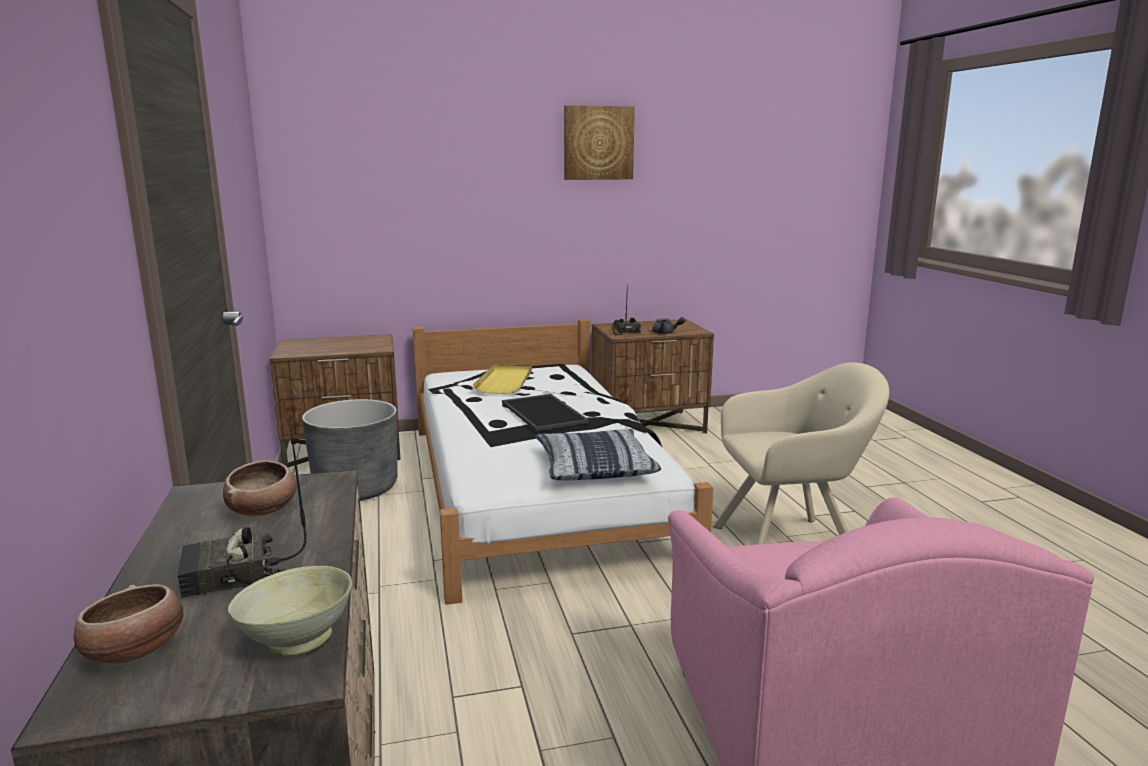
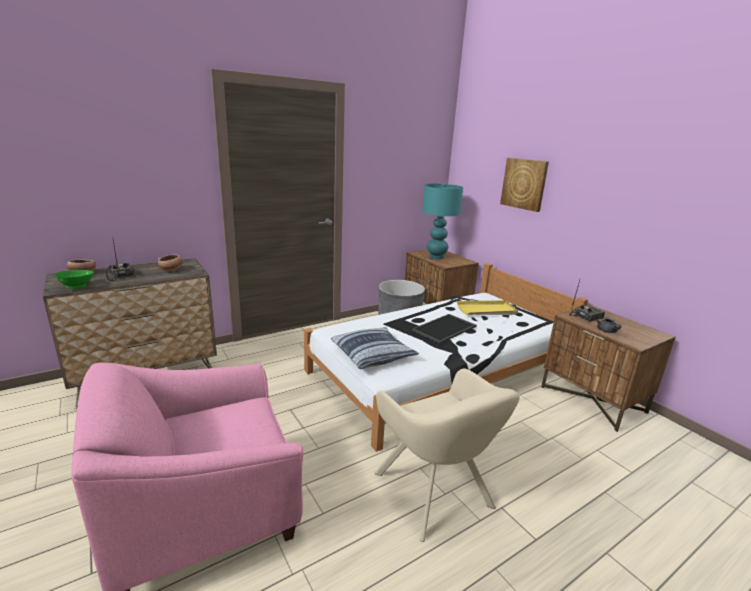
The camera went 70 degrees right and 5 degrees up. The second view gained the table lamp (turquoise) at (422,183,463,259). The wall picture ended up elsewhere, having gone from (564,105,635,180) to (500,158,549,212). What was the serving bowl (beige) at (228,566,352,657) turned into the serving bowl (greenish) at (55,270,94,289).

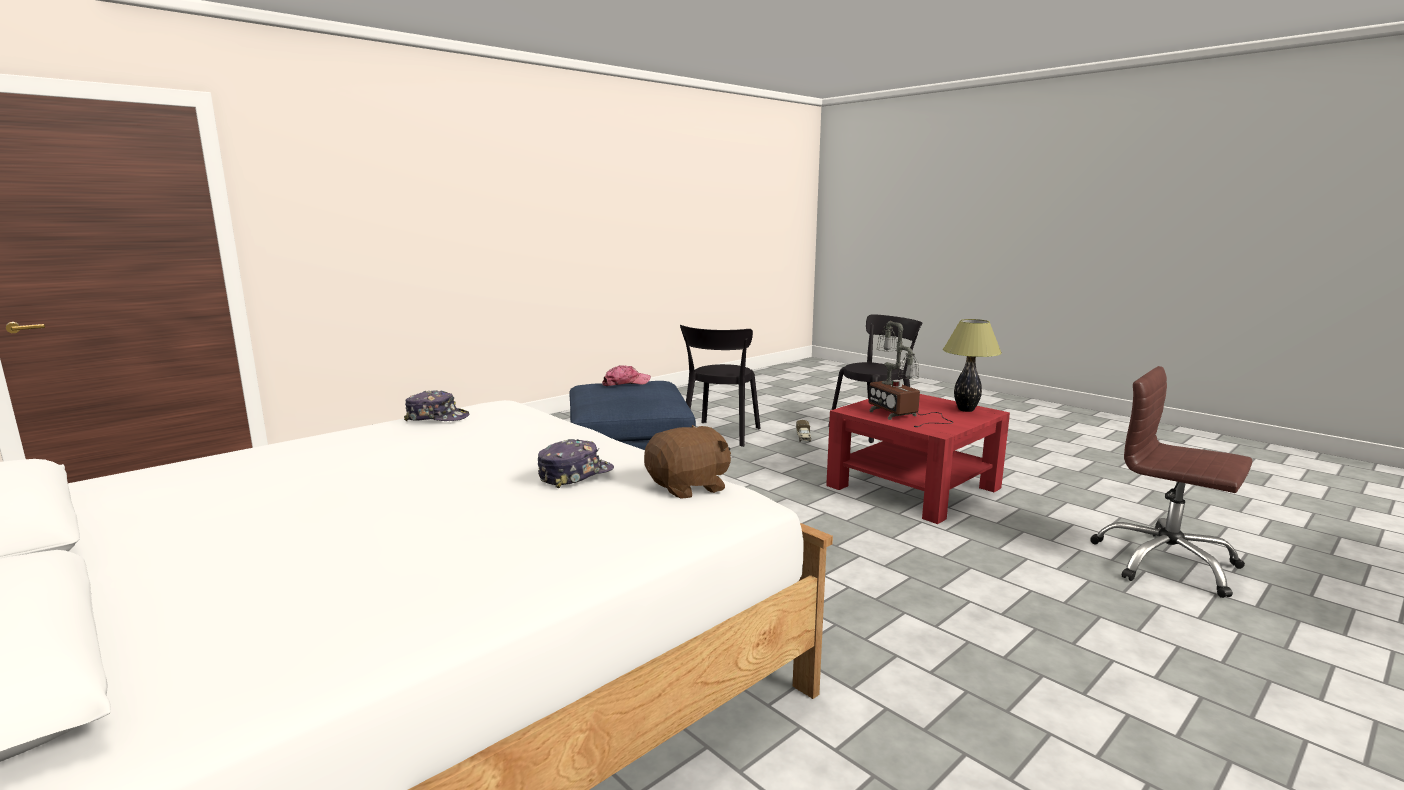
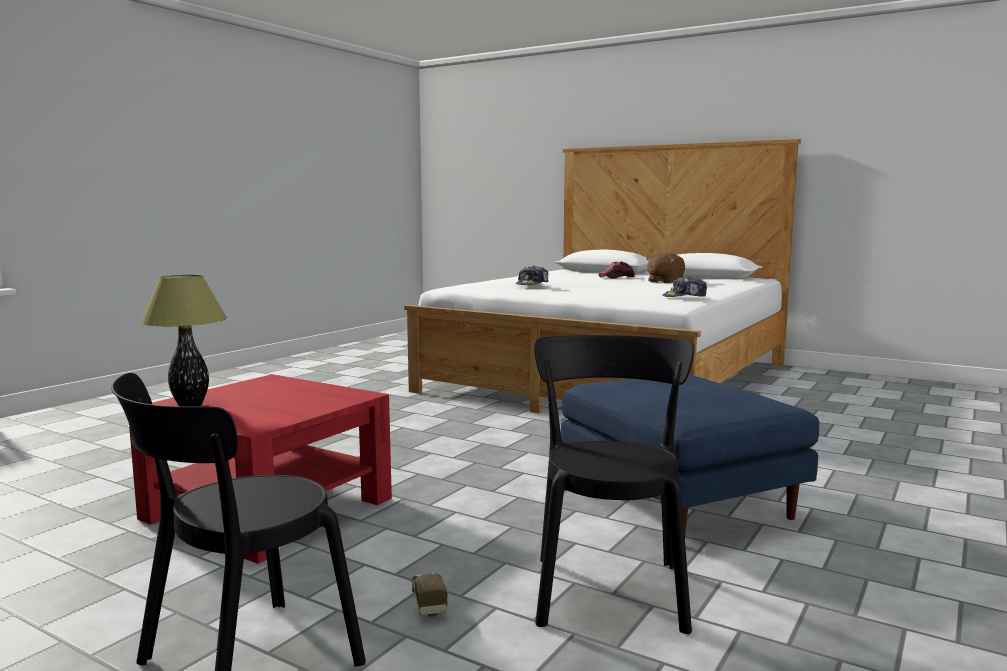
The camera went 165 degrees right and 5 degrees down. The second view lost the table lamp at (869,321,953,427). The second view lost the desk chair (brownish) at (1090,366,1252,598). The peaked cap ended up elsewhere, having gone from (602,365,651,386) to (598,261,635,279). The soft toy (brownish) ended up elsewhere, having gone from (644,425,731,499) to (646,253,685,283).

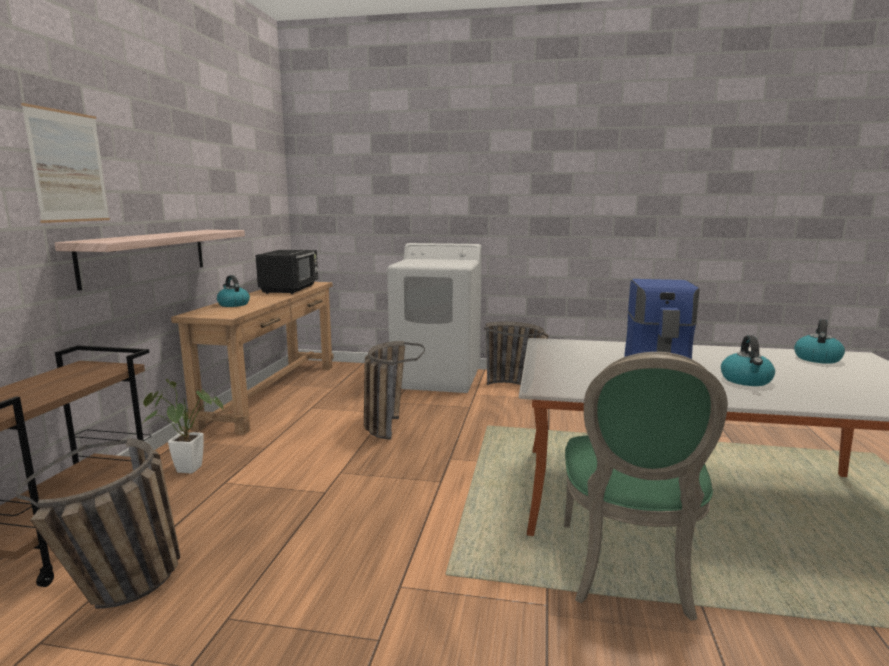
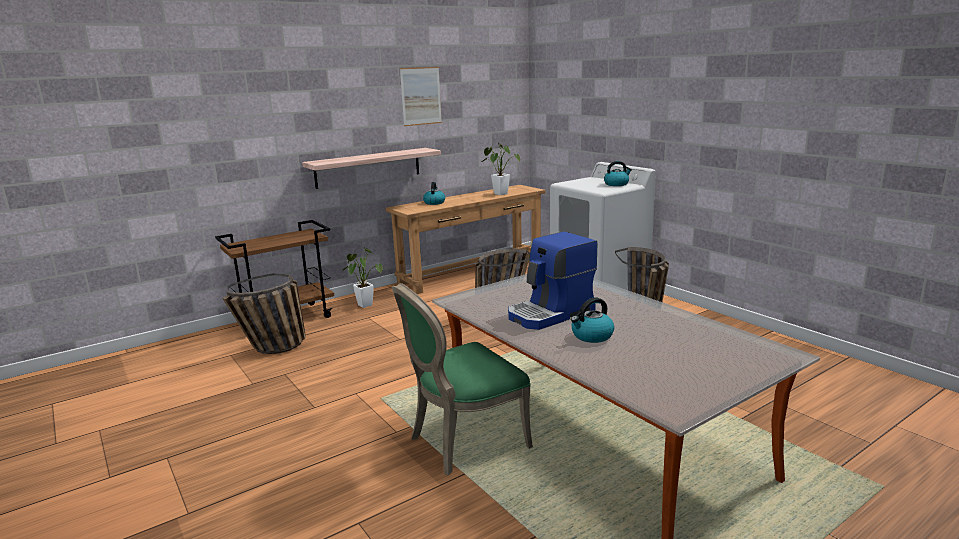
The camera went 45 degrees right and 5 degrees up. The wall picture ended up elsewhere, having gone from (21,103,110,223) to (400,67,442,126). The tea kettle ended up elsewhere, having gone from (794,319,845,364) to (604,161,632,186). Where the kitchen microwave (blackish) stood at (255,250,318,294), the plant in a pot came to stand at (481,143,520,195).

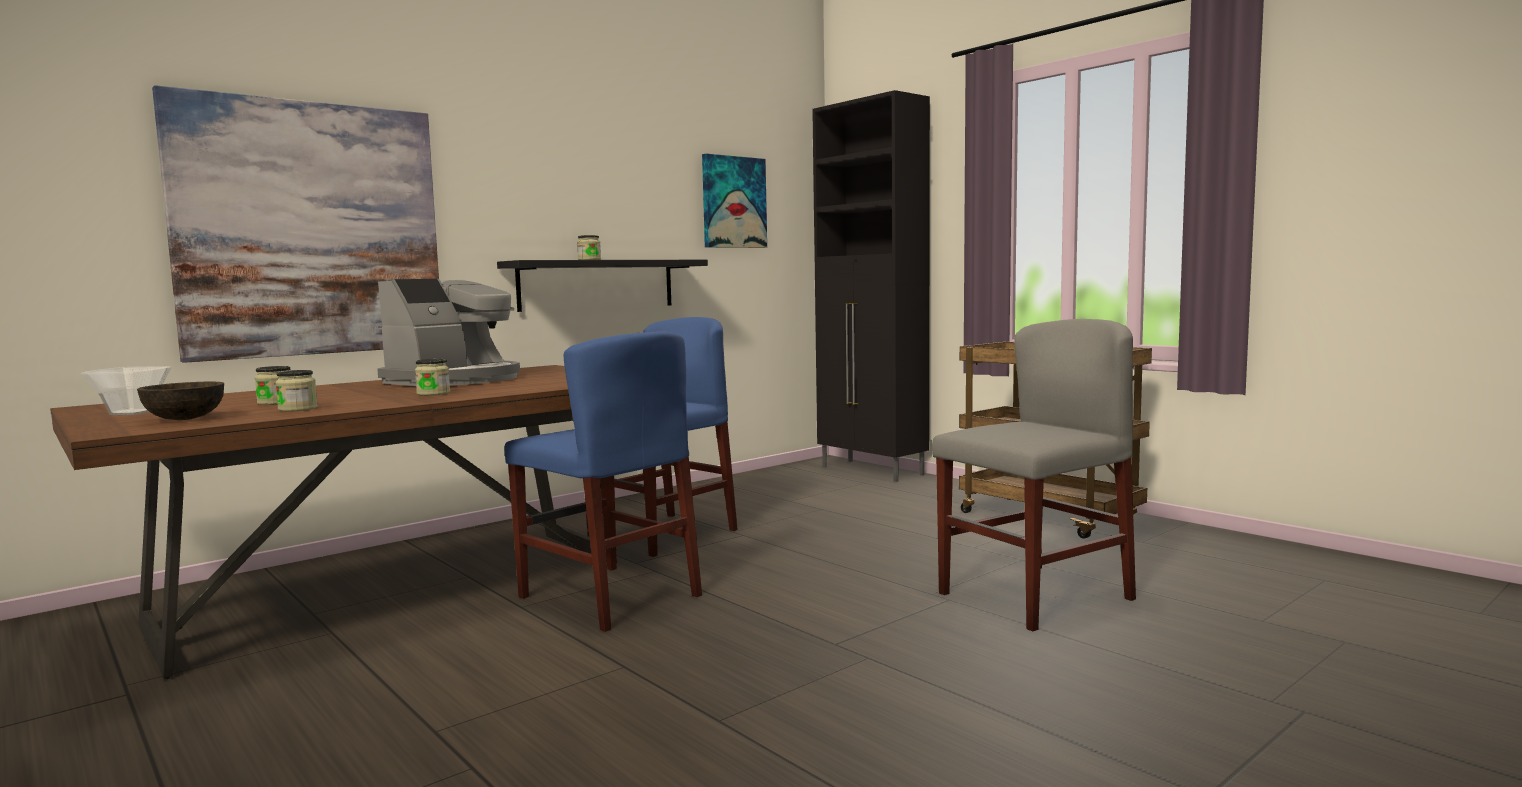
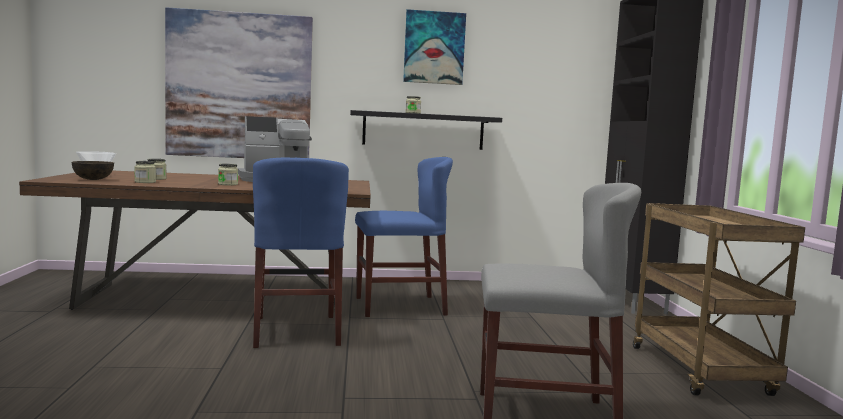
The camera went 35 degrees right and 0 degrees up. The wall picture ended up elsewhere, having gone from (702,154,767,248) to (403,9,466,85).

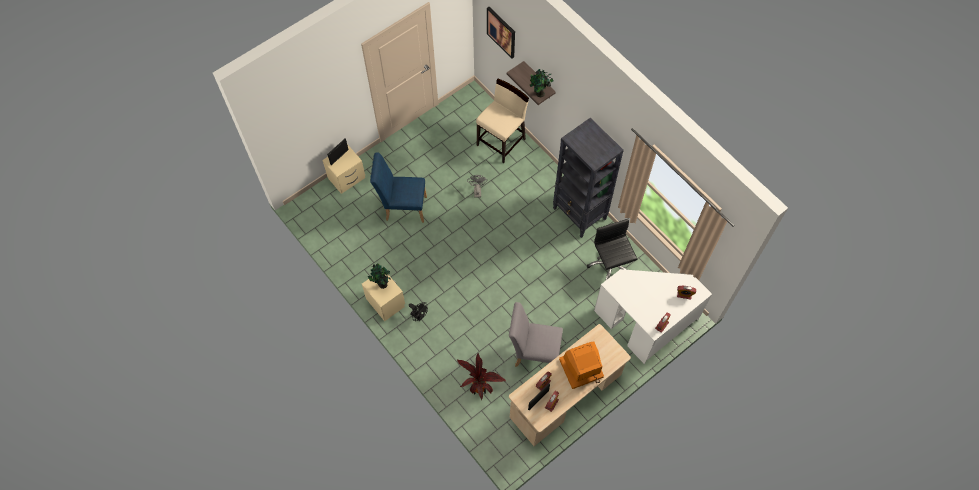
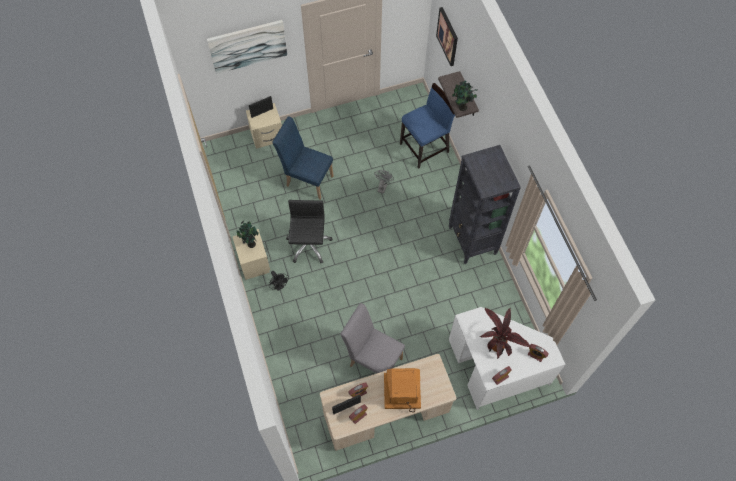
The camera went 20 degrees right and 0 degrees up. The second view gained the wall picture at (207,20,287,74). The plant in a pot ended up elsewhere, having gone from (457,352,507,401) to (480,307,531,359). The desk chair (blackish) ended up elsewhere, having gone from (587,219,637,281) to (286,200,333,263). What was the chair (beige) at (476,78,529,163) turned into the chair (blue-coloured) at (400,83,455,169).

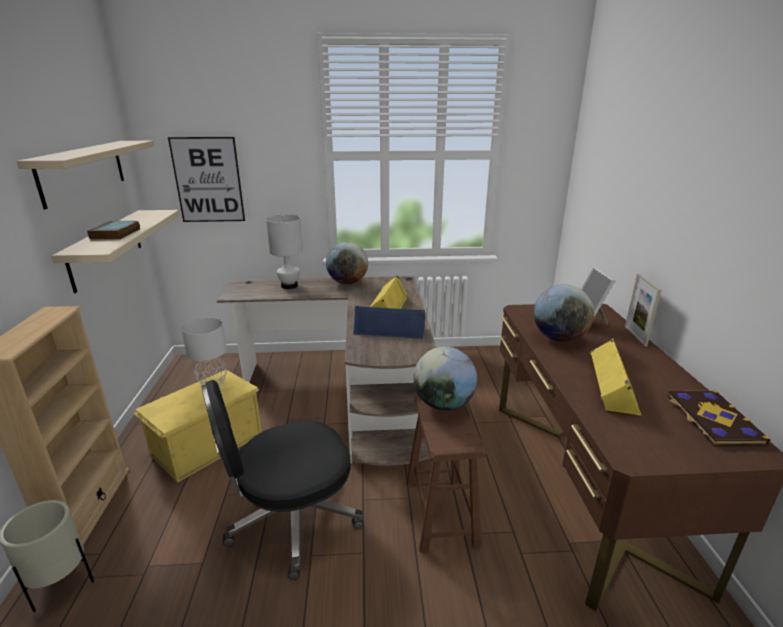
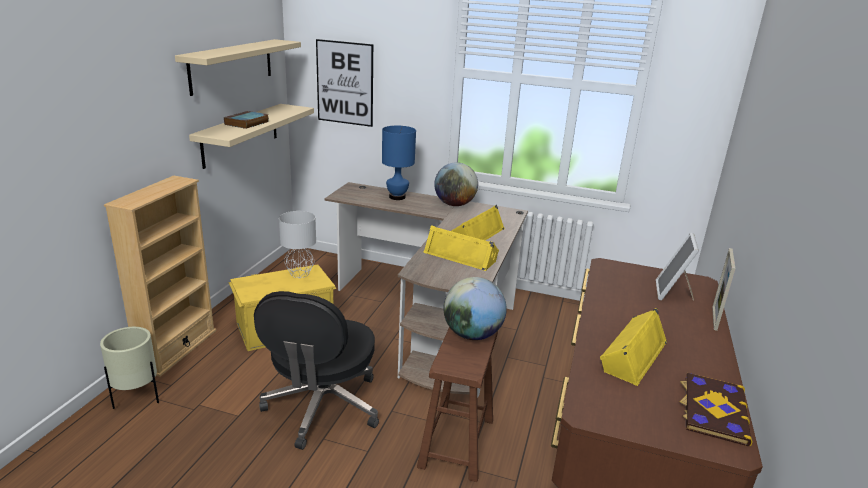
The camera went 20 degrees right and 0 degrees up. The second view lost the world globe at (534,284,594,342). What was the table lamp (white-coloured) at (266,215,303,289) turned into the table lamp (blue-coloured) at (382,126,416,200). What was the audio speaker (blue-coloured) at (353,306,425,339) turned into the audio speaker (yellow-coloured) at (423,225,499,271). The desk chair (blackish) at (202,380,364,580) ended up facing another way, 75 degrees counterclockwise from before.

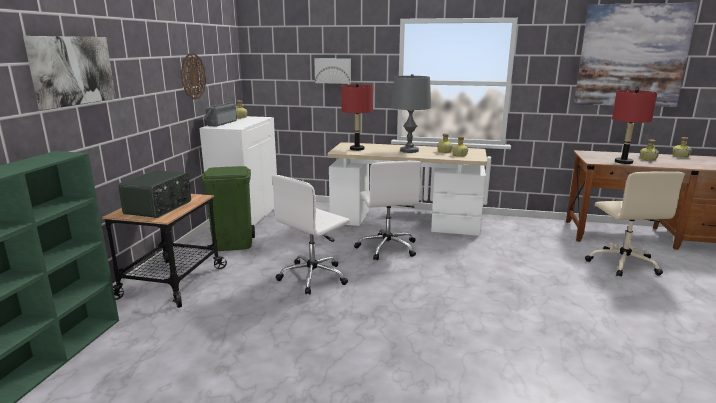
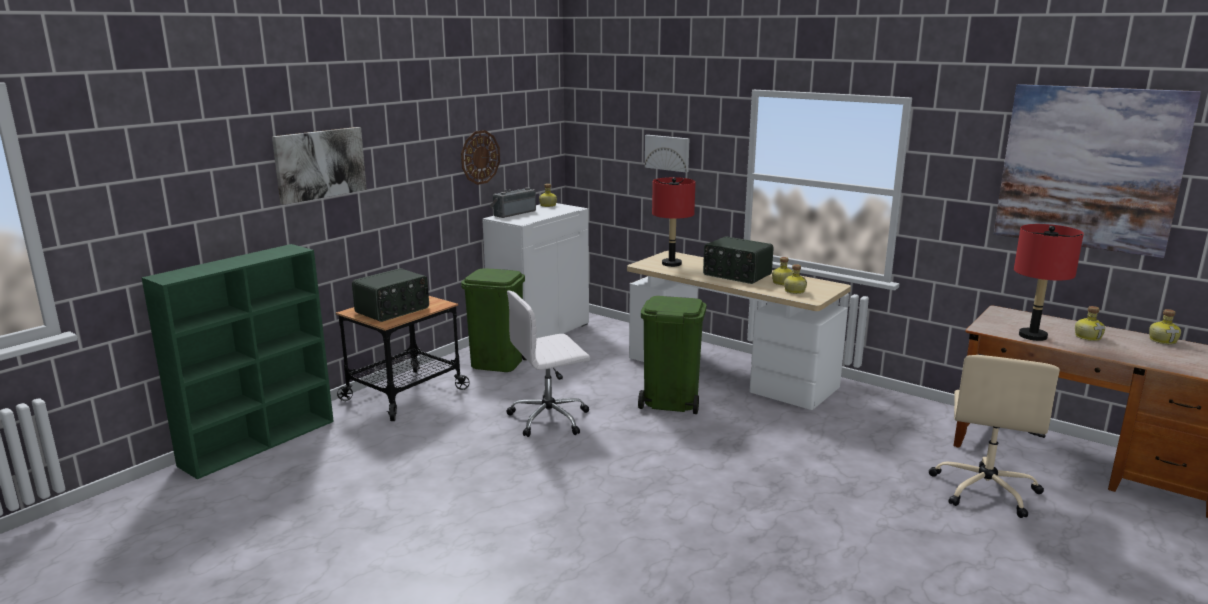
The camera went 25 degrees right and 0 degrees up. Where the desk chair (white-coloured) stood at (354,160,421,260), the waste bin (greenish) came to stand at (638,296,707,414). Where the table lamp (gray) stood at (391,74,431,153), the radio came to stand at (703,236,773,284).

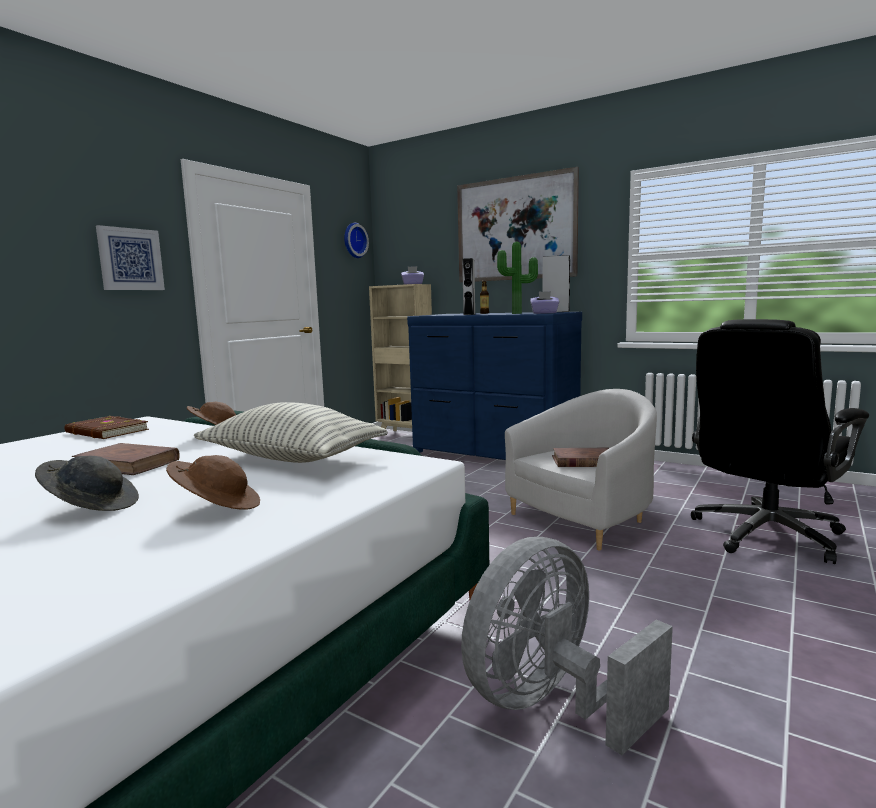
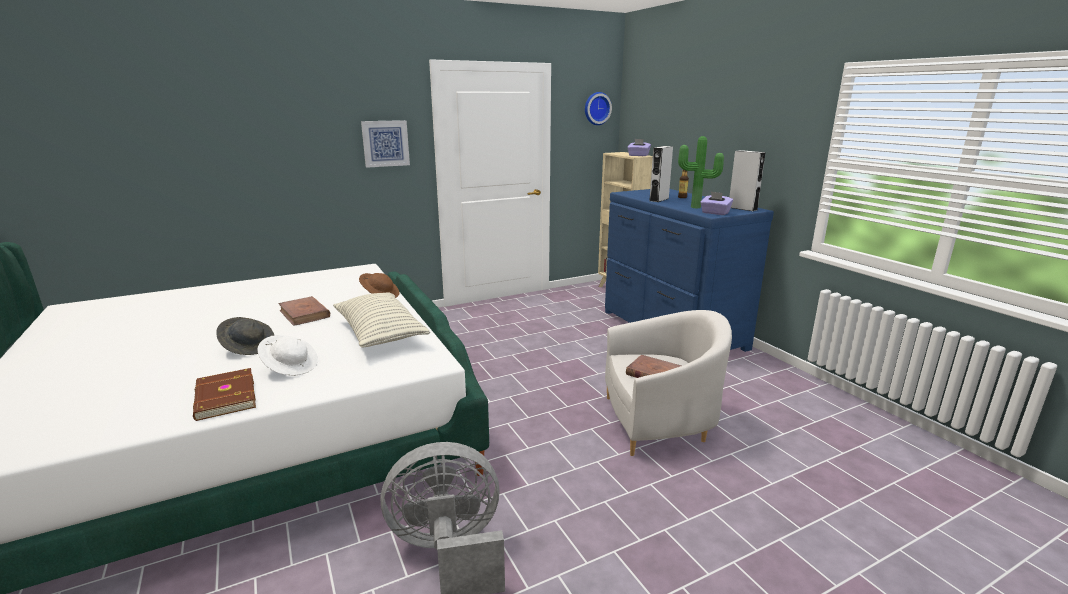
The camera went 30 degrees right and 10 degrees up. The second view lost the wall picture at (457,167,579,282). The second view lost the desk chair (blackish) at (691,319,869,564). The bound book (brownish) ended up elsewhere, having gone from (64,416,149,439) to (193,368,256,421). What was the clothing hat (brownish) at (166,455,260,509) turned into the clothing hat (white-coloured) at (257,335,318,375).

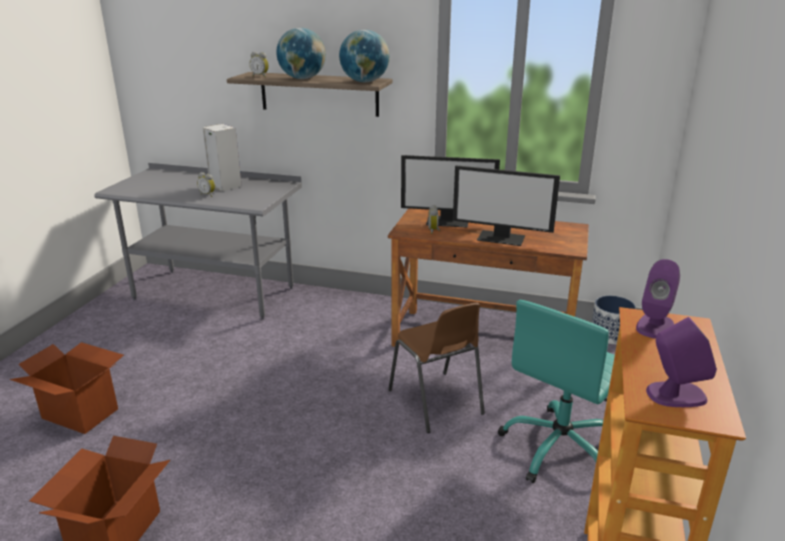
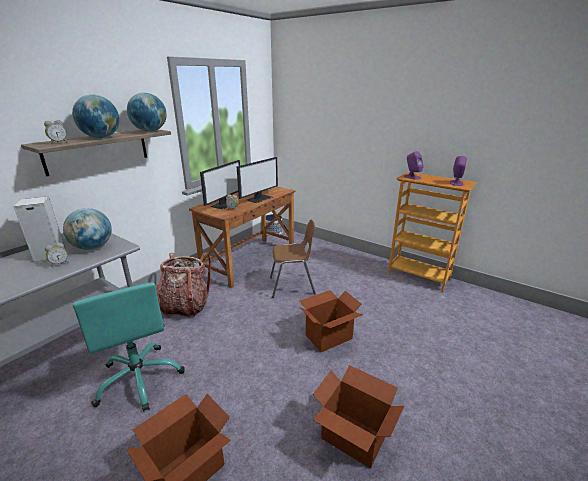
The camera went 70 degrees left and 0 degrees up. The second view gained the world globe at (63,208,112,250). The second view gained the rucksack at (156,252,211,318). The second view gained the carton at (299,290,364,352). The desk chair (turquoise) ended up elsewhere, having gone from (498,300,615,483) to (73,282,185,412).

